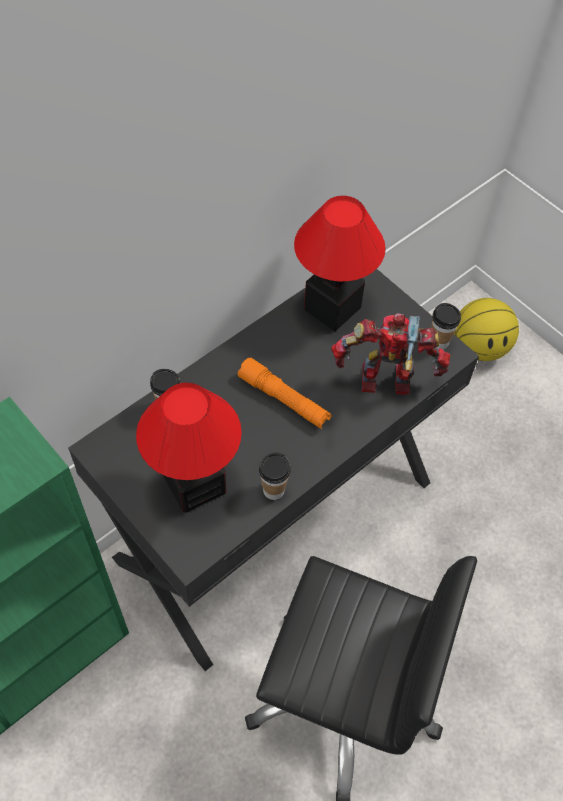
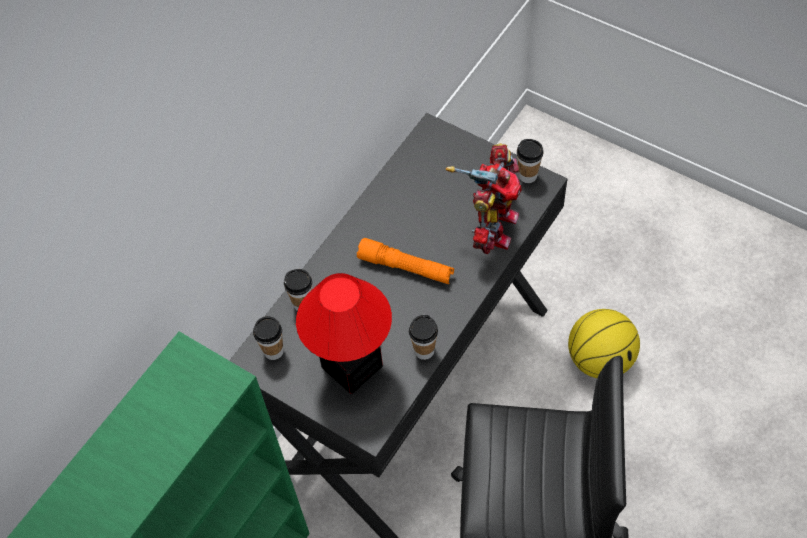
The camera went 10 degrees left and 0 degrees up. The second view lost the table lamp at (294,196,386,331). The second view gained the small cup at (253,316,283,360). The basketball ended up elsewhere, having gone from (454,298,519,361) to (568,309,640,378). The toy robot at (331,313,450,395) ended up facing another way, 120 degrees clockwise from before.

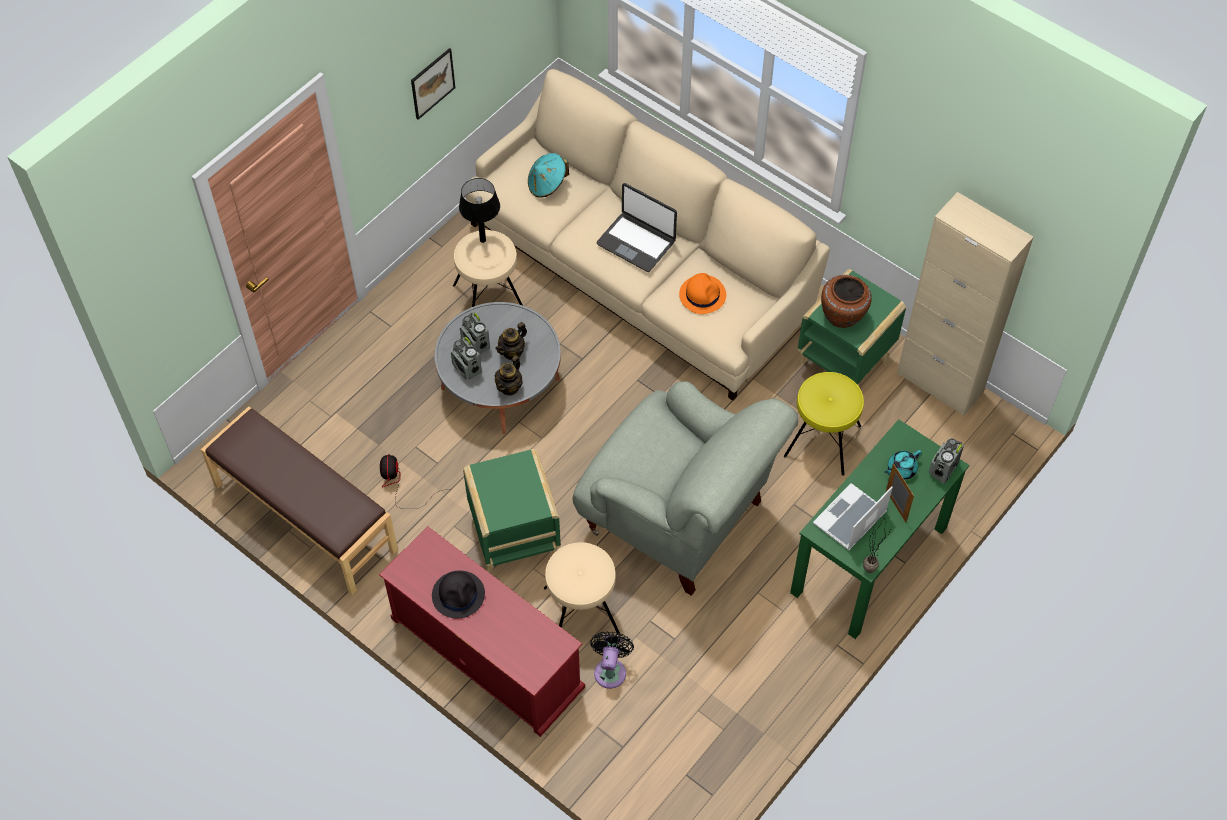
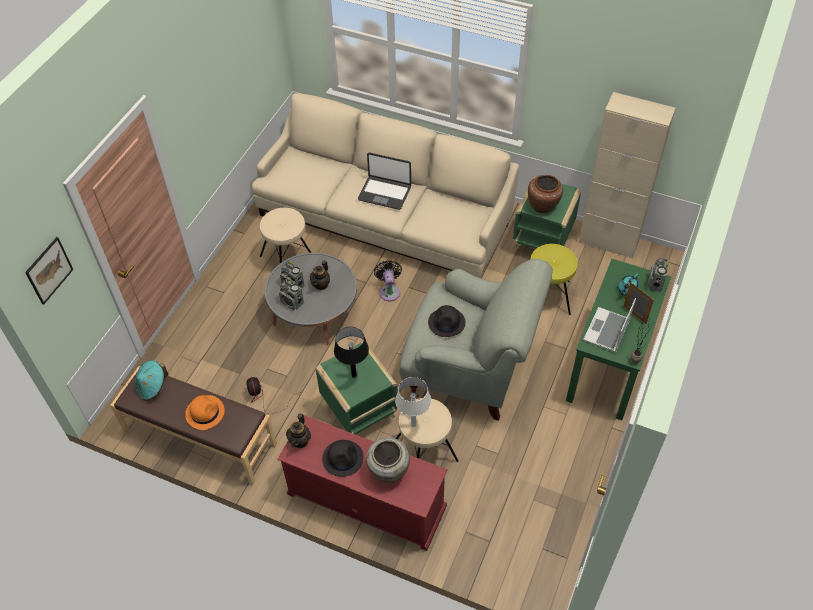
The camera went 15 degrees left and 5 degrees down. The second view gained the vase (beige) at (366,437,410,483). The second view gained the table lamp (white-coloured) at (395,377,431,427). The second view gained the clothing hat (blackish) at (428,305,466,337). The wall picture ended up elsewhere, having gone from (411,48,455,120) to (25,237,73,305). The table lamp (blackish) ended up elsewhere, having gone from (459,178,500,243) to (334,327,369,378). The tea pot ended up elsewhere, having gone from (495,355,523,396) to (286,414,311,448). The clothing hat (turquoise) ended up elsewhere, having gone from (528,153,569,198) to (134,361,169,401). The cooling fan (blackish) ended up elsewhere, having gone from (590,631,634,689) to (374,260,402,301). The clothing hat (orange) ended up elsewhere, having gone from (679,273,726,314) to (185,395,225,430).

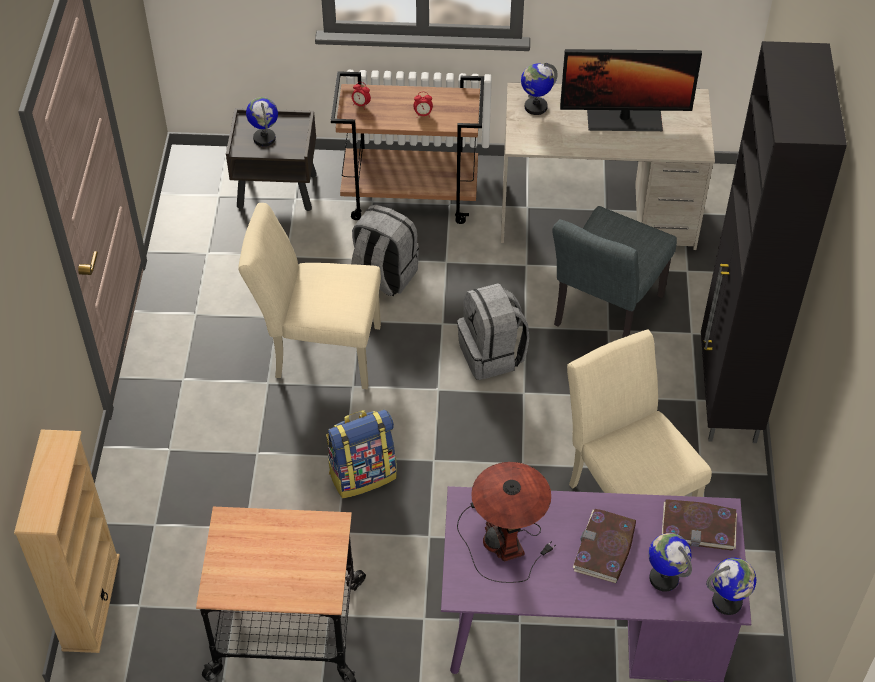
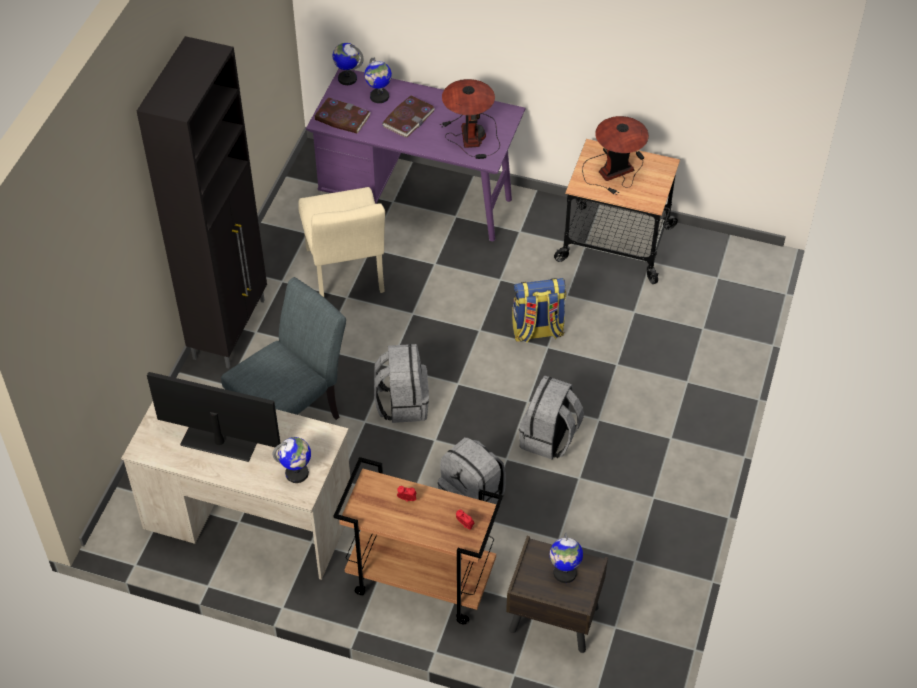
The camera went 165 degrees left and 0 degrees up. The second view lost the shelving unit (beige) at (14,429,120,653). The second view gained the table lamp at (582,116,649,195). Where the chair (beige) stood at (238,203,381,389), the rucksack (gray) came to stand at (519,376,584,460).

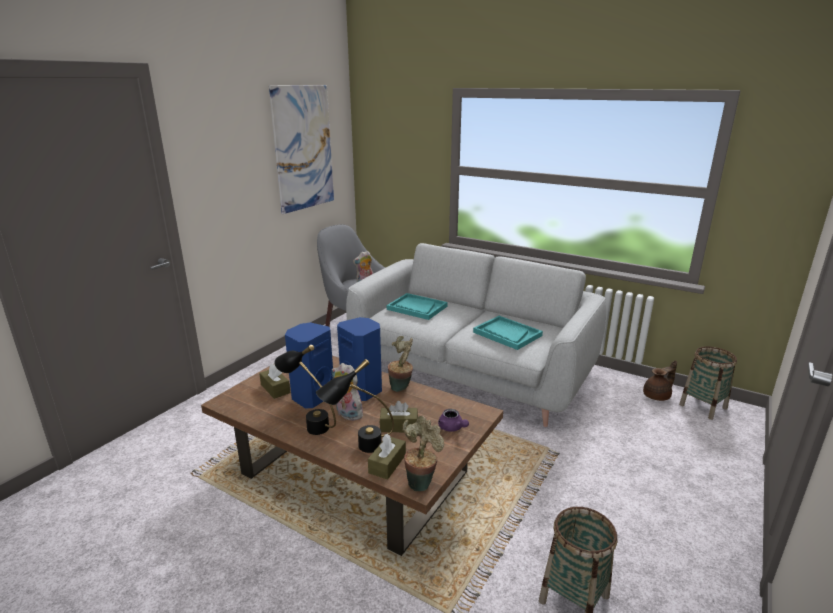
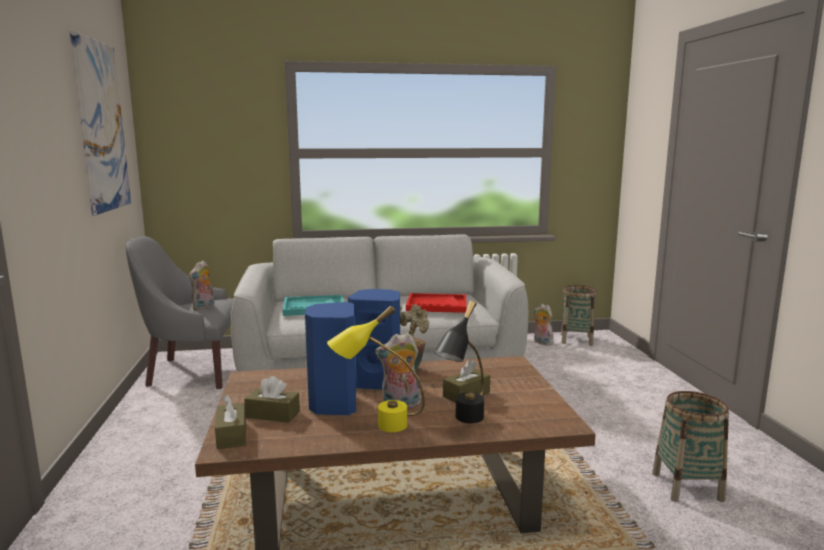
The camera went 40 degrees left and 10 degrees down. The second view lost the plant in a pot at (402,416,444,491). The second view lost the tea pot (purplish) at (438,409,469,432). The box of tissues (brownish) ended up elsewhere, having gone from (368,434,406,480) to (215,395,246,449). Where the tea pot (brownish) stood at (643,360,677,401), the soft toy came to stand at (533,304,553,346). What was the table lamp (blackish) at (274,345,336,435) turned into the table lamp (yellow-coloured) at (327,306,425,432). What was the carrying tray (turquoise) at (473,316,543,350) turned into the carrying tray (red) at (406,293,466,313).

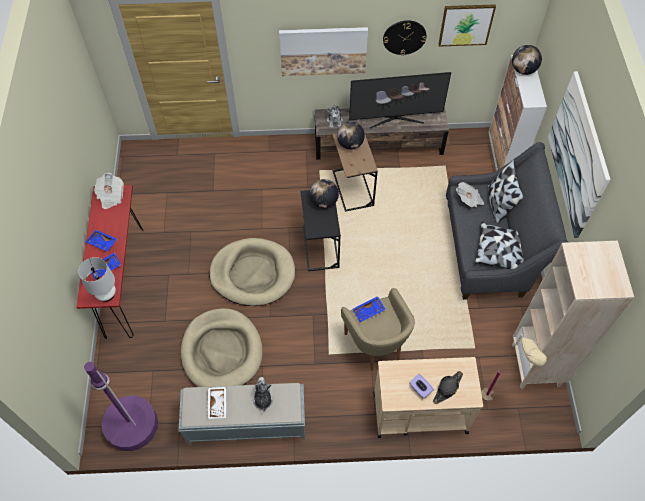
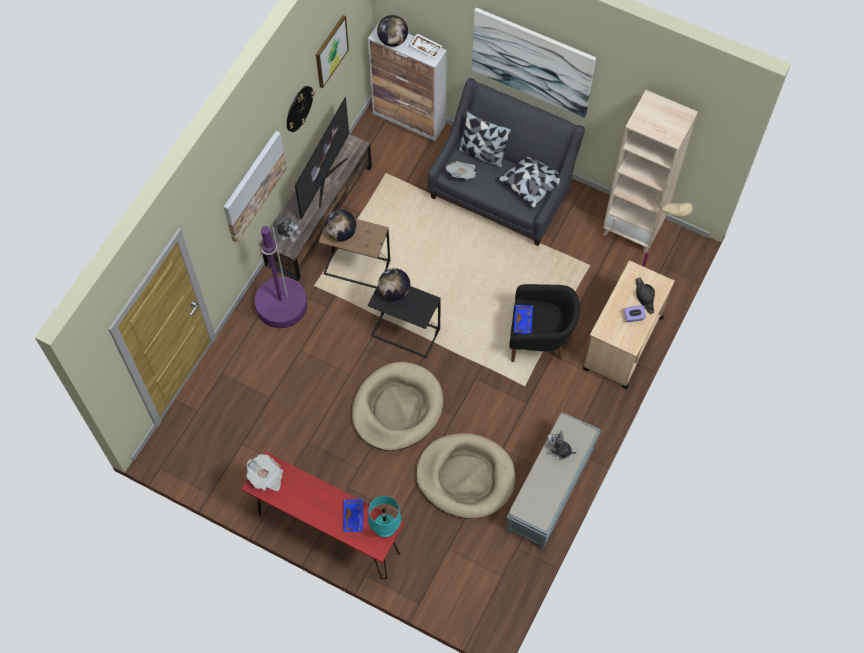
The camera went 60 degrees left and 5 degrees up. The second view lost the carrying tray (blue-coloured) at (85,230,117,251). The standard lamp (purplish) ended up elsewhere, having gone from (84,362,158,451) to (255,226,307,328). The carrying tray (white-coloured) ended up elsewhere, having gone from (208,387,226,419) to (409,33,442,58). What was the table lamp (white-coloured) at (78,257,116,302) turned into the table lamp (turquoise) at (368,496,401,537). What was the armchair (beige) at (341,288,415,371) turned into the armchair (blackish) at (509,284,580,362).

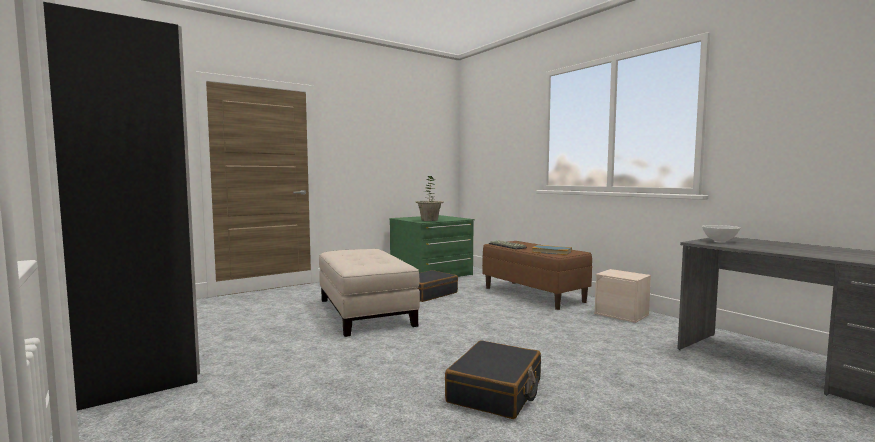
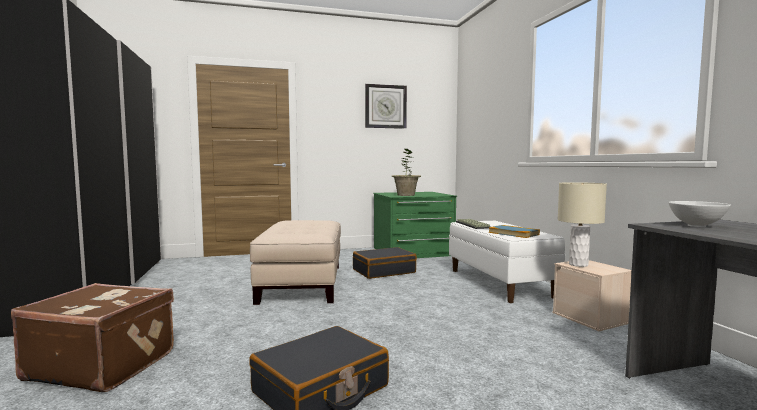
The camera went 20 degrees right and 0 degrees up. The second view gained the suitcase (brownish) at (11,283,174,392). The second view gained the wall clock at (365,84,407,129). The second view gained the table lamp (beige) at (558,182,607,267). What was the long seat (brownish) at (482,241,592,310) turned into the long seat (white-coloured) at (449,220,565,303).

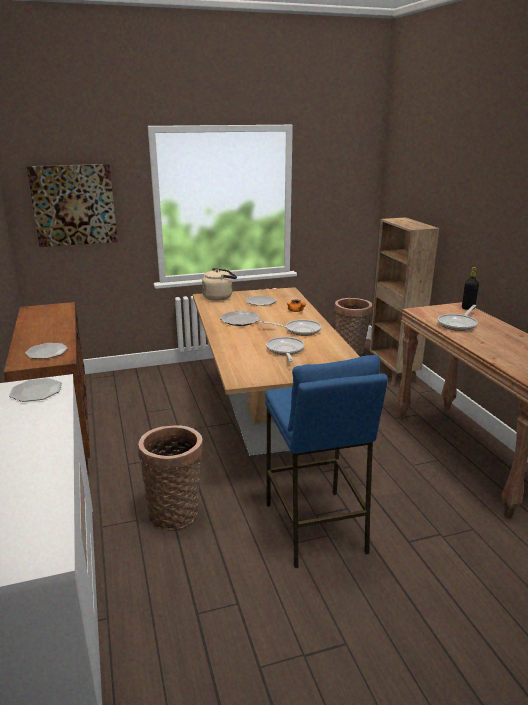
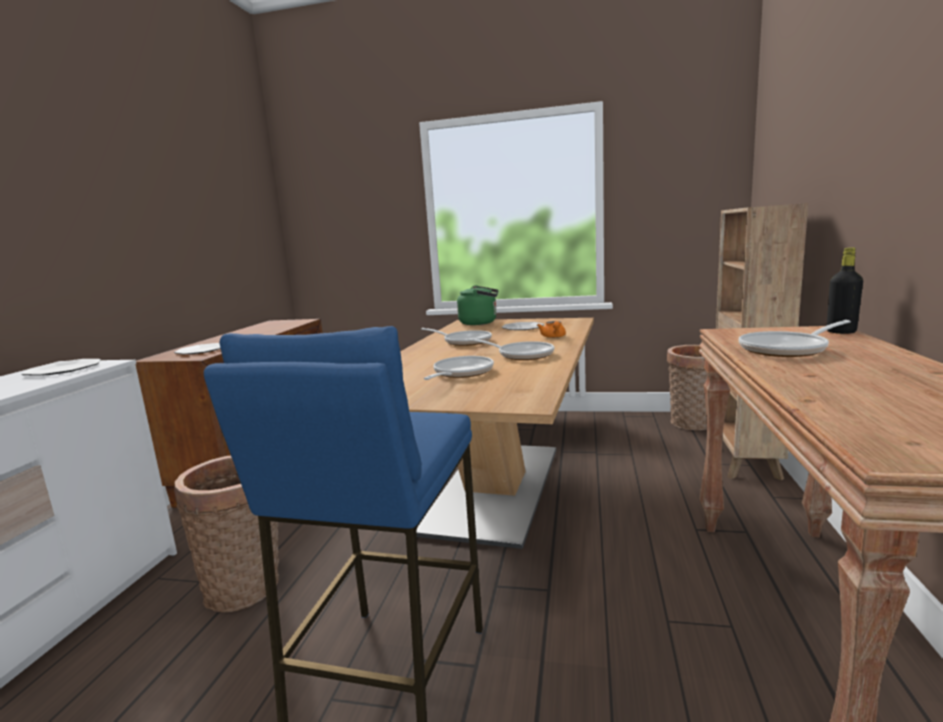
The camera went 30 degrees right and 10 degrees down. The second view lost the wall picture at (27,164,118,247). Where the plate stood at (220,311,261,326), the skillet came to stand at (421,328,492,346). What was the tea kettle (beige) at (202,268,237,301) turned into the tea kettle (greenish) at (457,285,499,325).

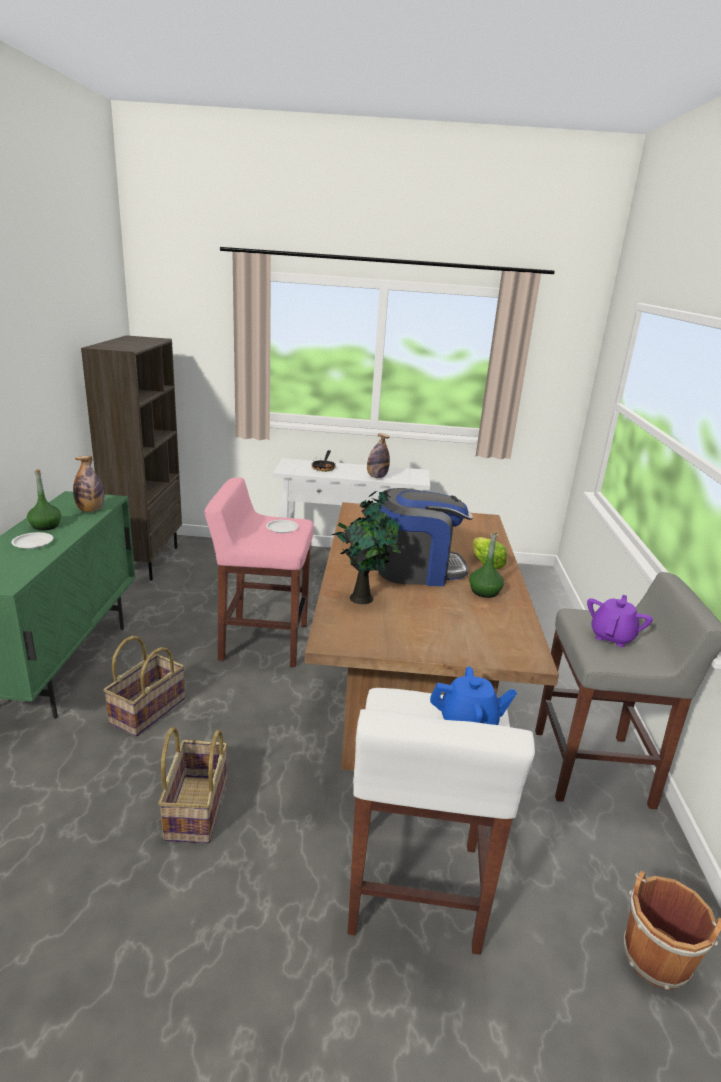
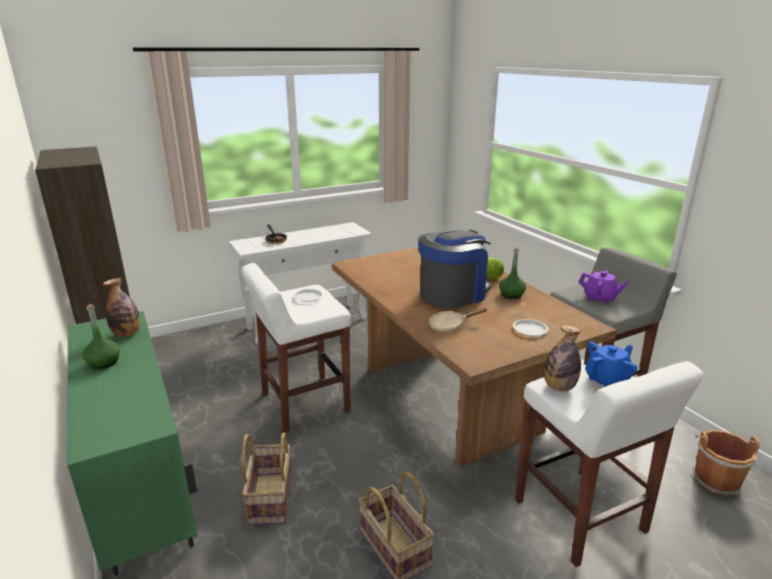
The camera went 30 degrees left and 0 degrees up. The plate (white-coloured) ended up elsewhere, having gone from (11,532,53,549) to (513,319,548,336). The bottle ended up elsewhere, having gone from (367,434,390,478) to (544,325,581,392). Where the plant in a pot stood at (331,491,401,604), the skillet (beige) came to stand at (429,308,487,332). What was the sitting stool (pinkish) at (204,478,314,667) turned into the sitting stool (white-coloured) at (241,263,351,432). The tea pot (purplish) at (587,595,653,647) ended up facing another way, 120 degrees clockwise from before.

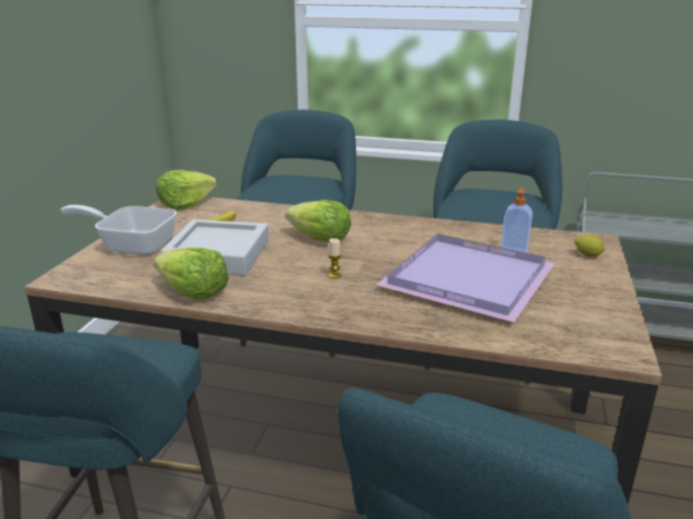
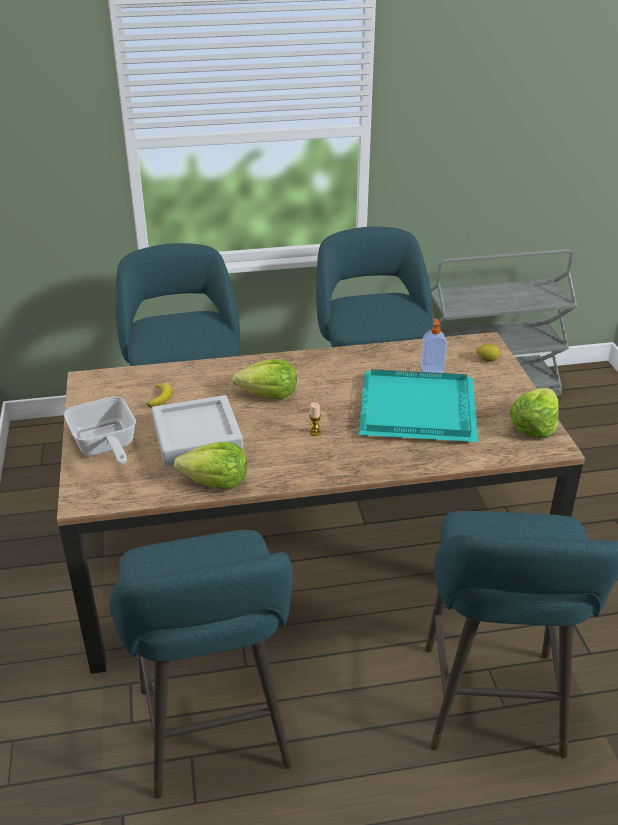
The camera went 25 degrees left and 10 degrees up. The lettuce head ended up elsewhere, having gone from (156,170,217,210) to (509,388,558,438). What was the carrying tray (purplish) at (376,234,555,322) turned into the carrying tray (turquoise) at (359,369,478,442). The skillet at (60,205,177,255) ended up facing another way, 105 degrees counterclockwise from before.

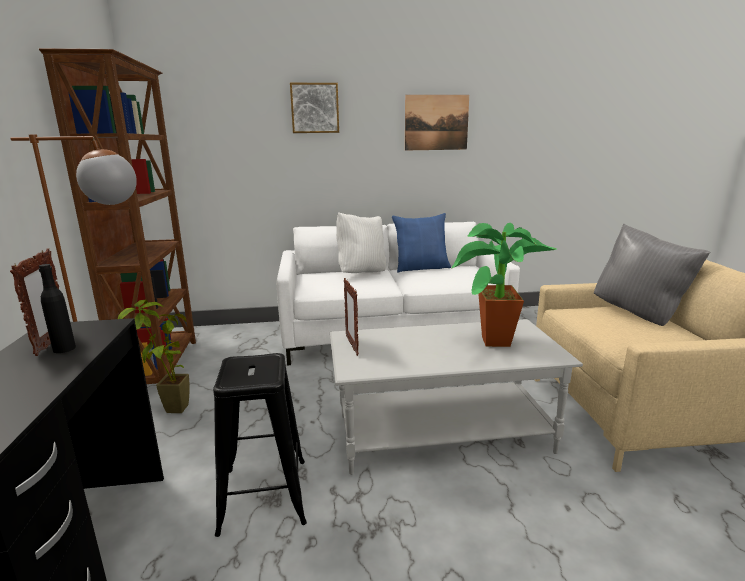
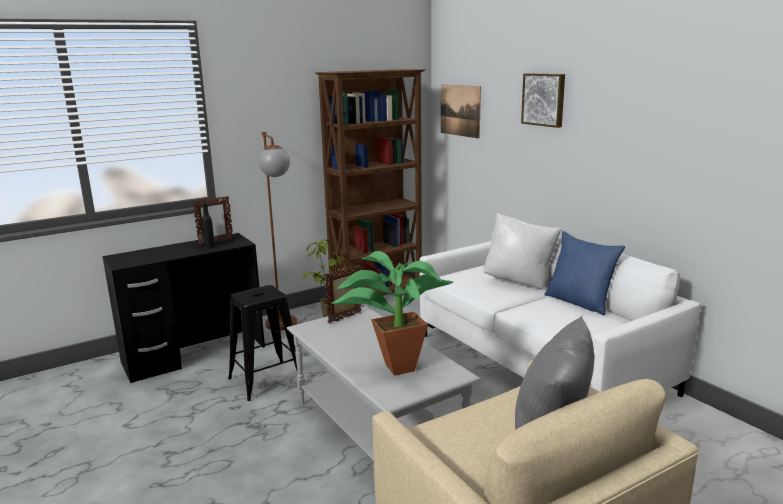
The camera went 65 degrees right and 0 degrees up. The wall picture ended up elsewhere, having gone from (405,95,469,150) to (441,84,481,139).

